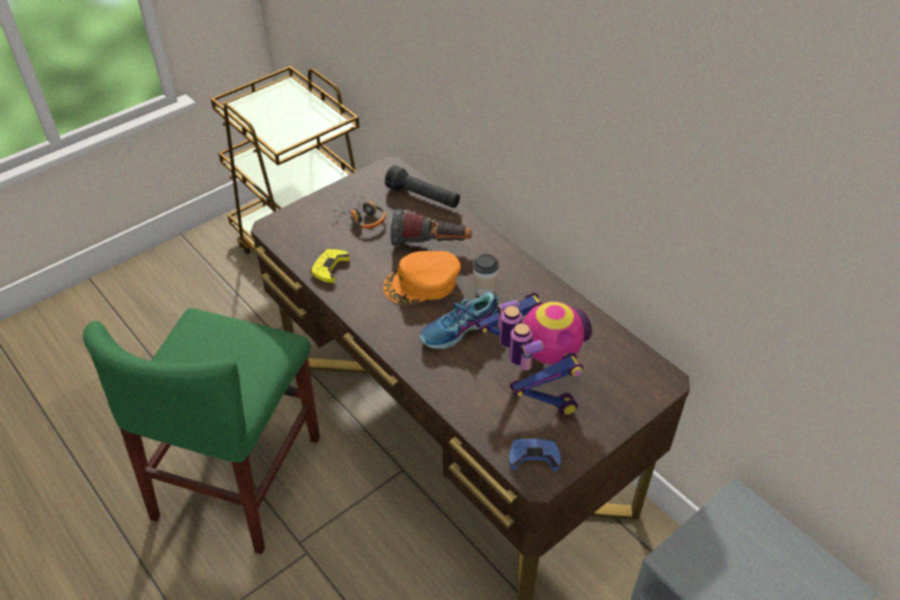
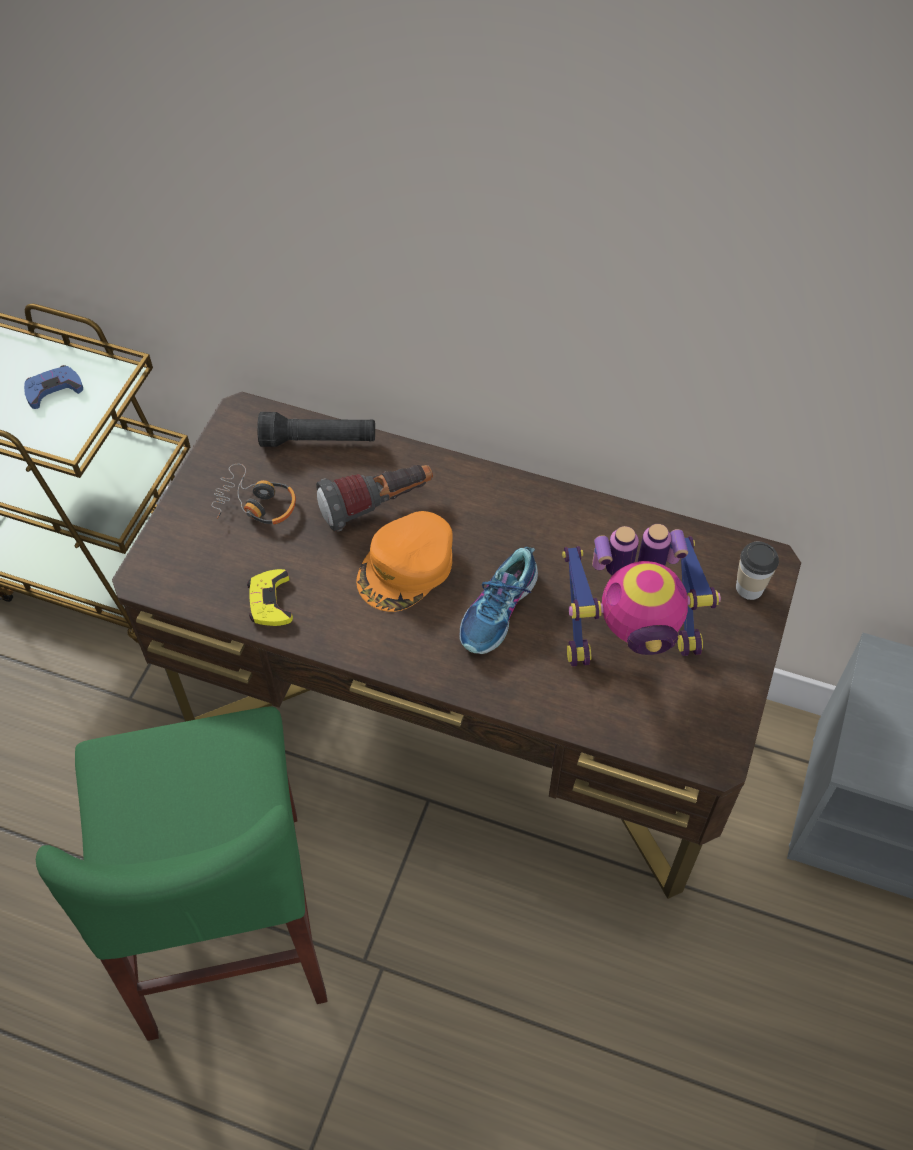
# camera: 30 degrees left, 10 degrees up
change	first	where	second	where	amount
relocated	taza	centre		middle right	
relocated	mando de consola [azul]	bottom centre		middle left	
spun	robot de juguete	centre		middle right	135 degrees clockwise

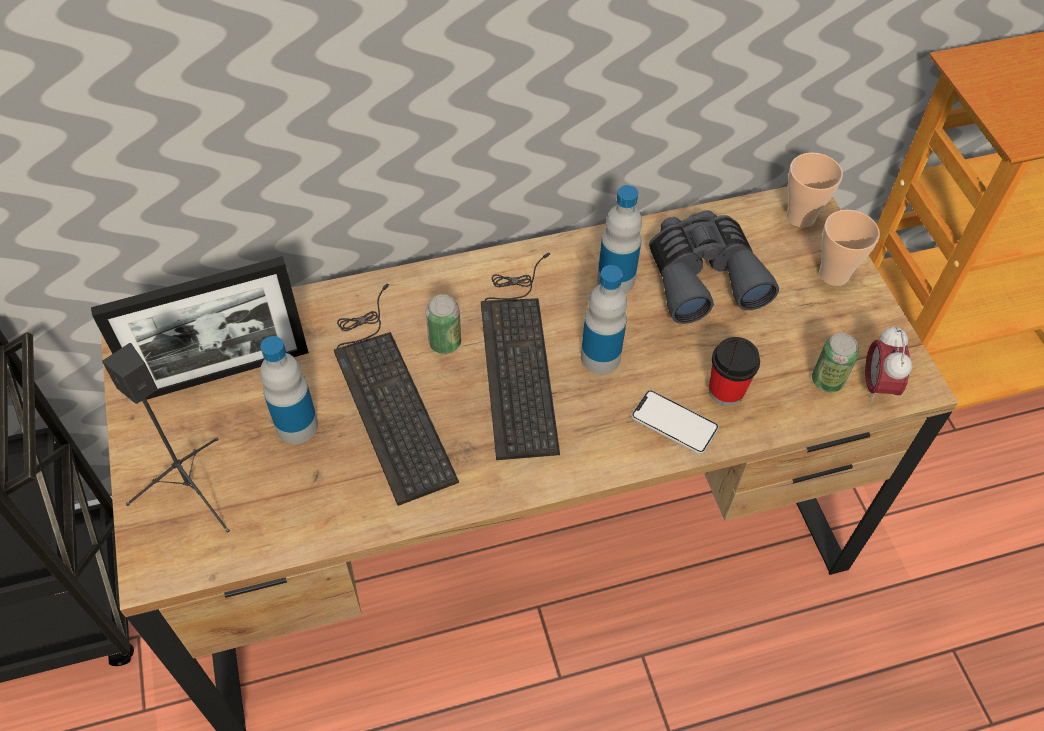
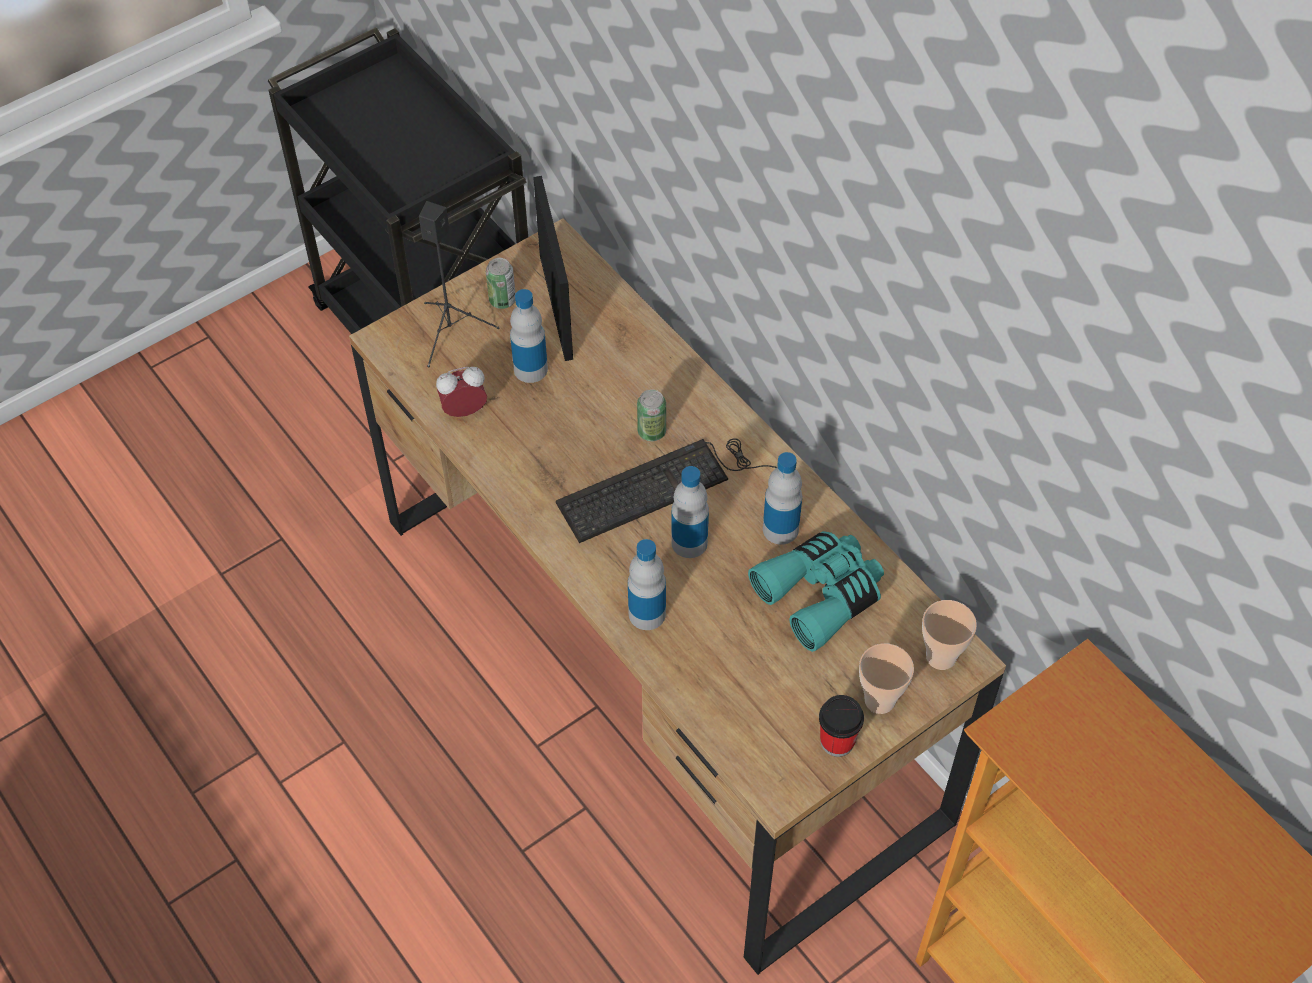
# camera: 70 degrees right, 0 degrees up
change	first	where	second	where	amount
missing	teclado (no. 1 from left)	centre			
relocated	taza (no. 1 from left)	middle right		bottom centre	
relocated	lata (no. 2 from left in the first image)	middle right	lata (no. 1 from left)	top centre	
relocated	despertador	middle right		centre	
exchanged	móvil	centre	botella (no. 2 from left)	centre	
colour	prismáticos [gris]	middle right	prismáticos [turquesa]	centre	
spun	portarretratos	middle left		top centre	150 degrees counterclockwise

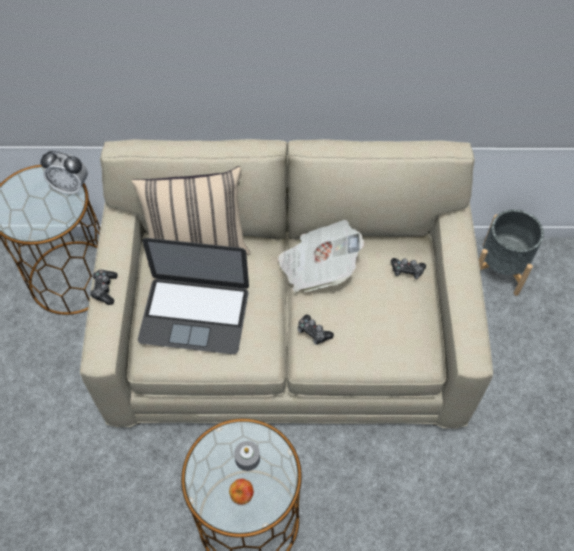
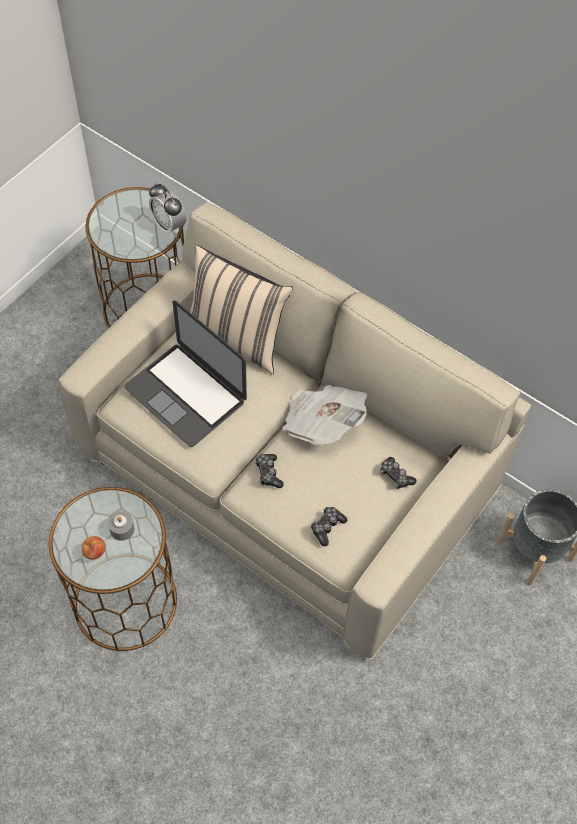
# camera: 35 degrees right, 0 degrees up
change	first	where	second	where	amount
relocated	mando de consola (no. 1 from left in the first image)	middle left	mando de consola (no. 2 from left)	centre	

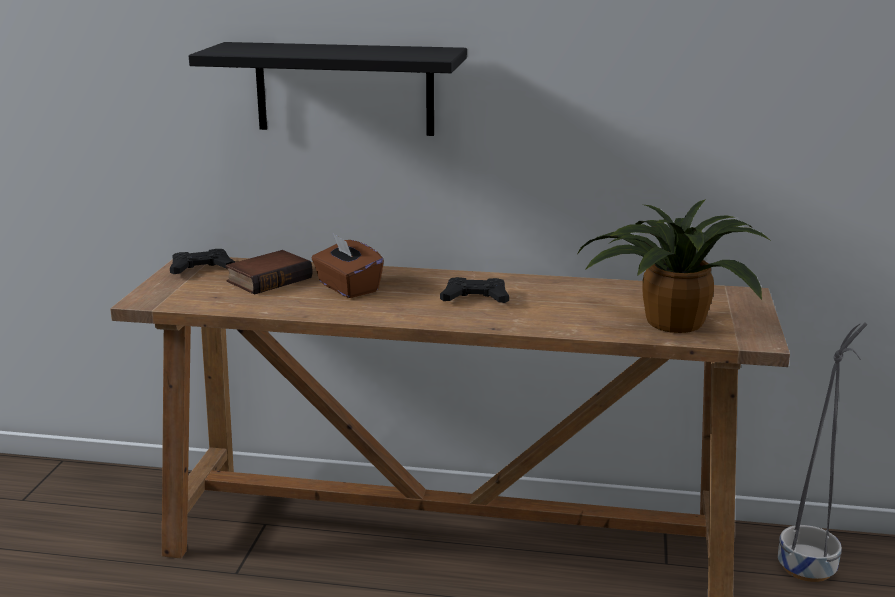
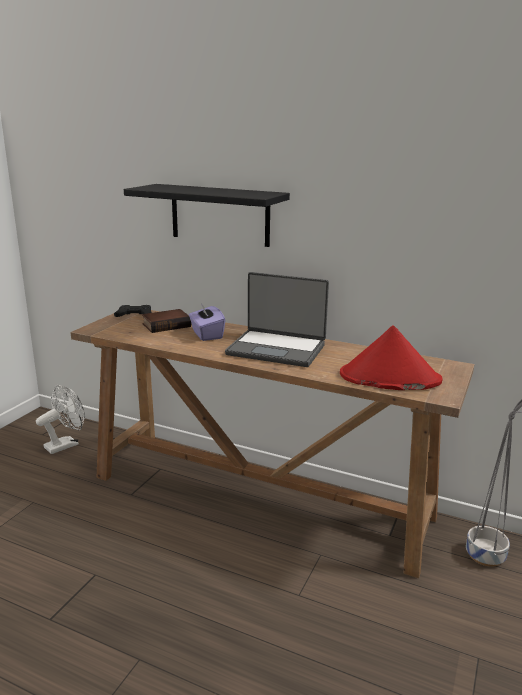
# camera: 15 degrees right, 0 degrees up
change	first	where	second	where	amount
appeared			ventilador [blanco]	middle left	
exchanged	mando de consola [negro] (no. 2 from left)	centre	portátil	centre	
exchanged	planta en maceta	middle right	sombrero [rojo]	middle right	
colour	caja de pañuelos [marrón]	centre	caja de pañuelos [morado]	centre	

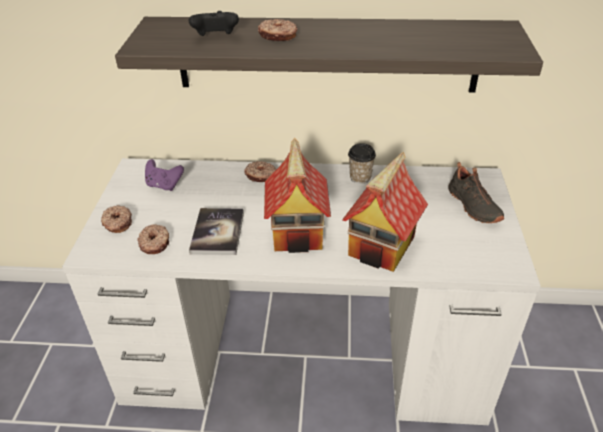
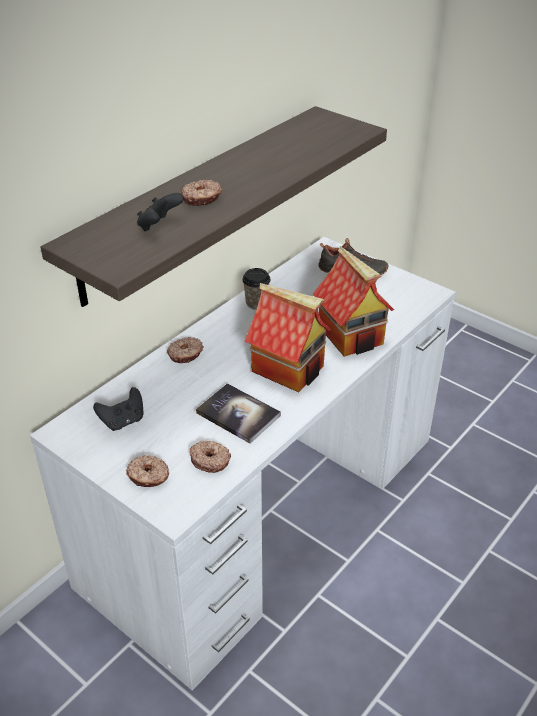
# camera: 55 degrees left, 0 degrees up
change	first	where	second	where	amount
colour	mando de consola [morado]	middle left	mando de consola [negro] (no. 1 from left)	middle left	

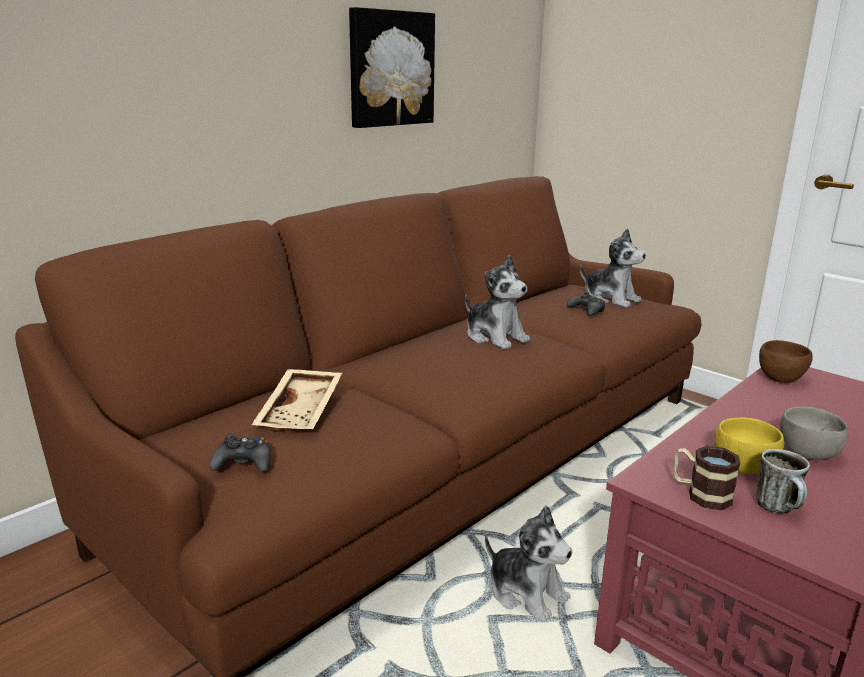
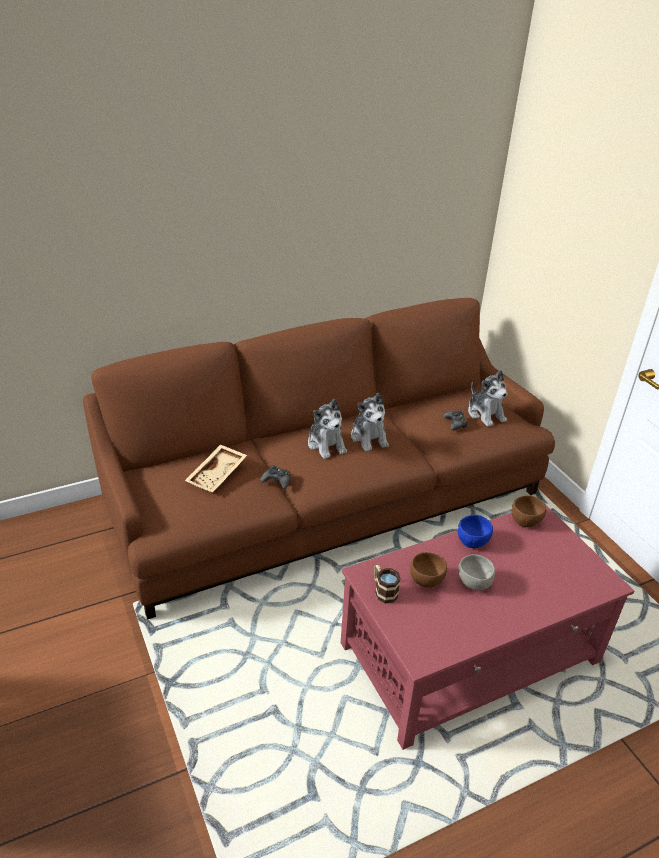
# camera: 20 degrees right, 15 degrees up
change	first	where	second	where	amount
missing	cuadro	top centre			
missing	taza grande (no. 2 from left)	bottom right			
appeared			cuenco [azul]	middle right	
relocated	mando de consola [negro] (no. 1 from left)	bottom left		centre	
relocated	peluche (no. 2 from left in the first image)	bottom centre	peluche (no. 1 from left)	centre	
colour	cuenco [amarillo]	middle right	cuenco [marrón] (no. 1 from left)	centre	

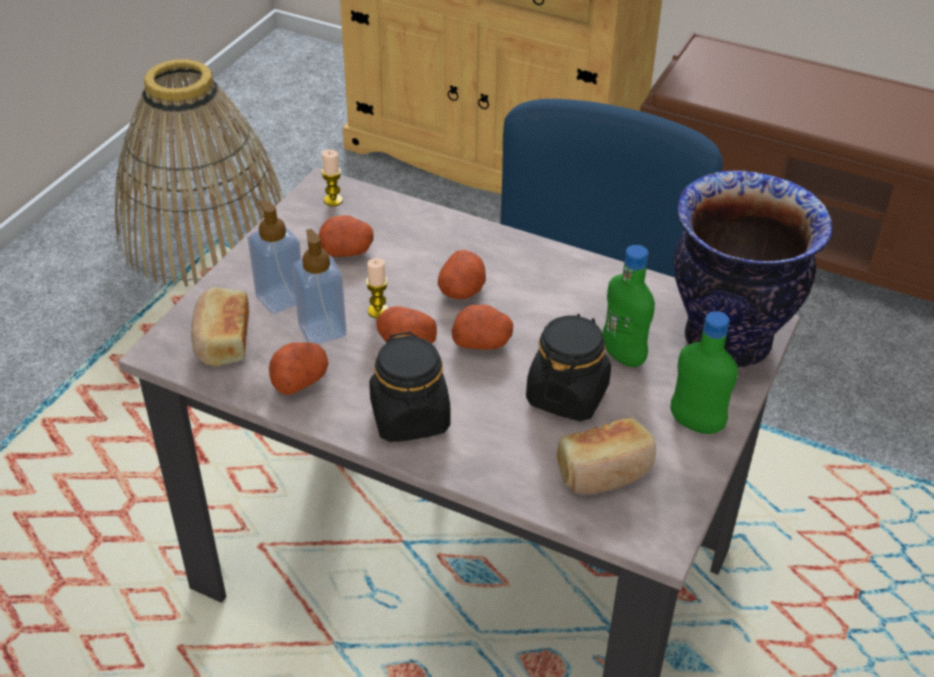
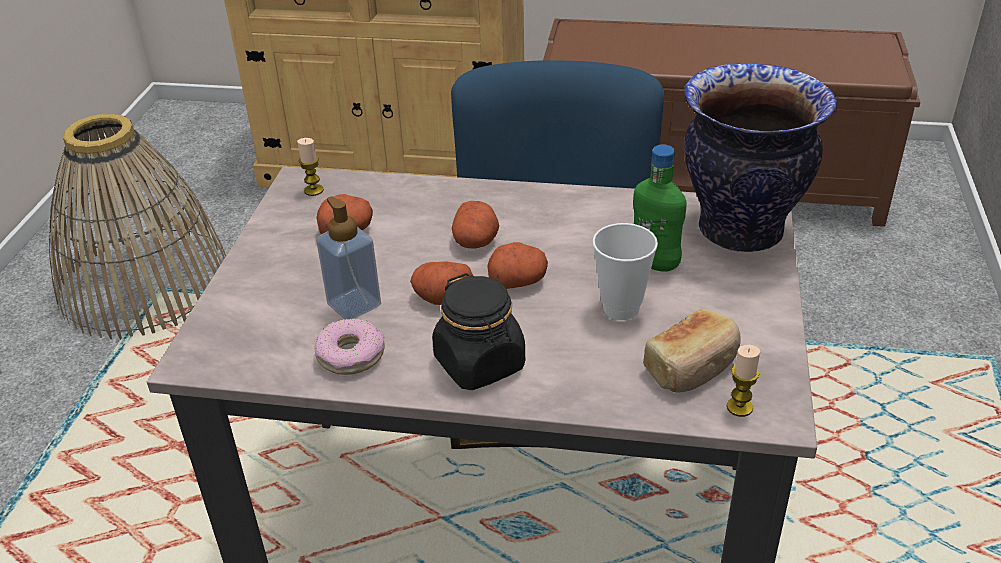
# camera: 15 degrees left, 5 degrees down
change	first	where	second	where	amount
missing	pan (no. 1 from left)	middle left			
missing	dispensador de jabón (no. 1 from left)	middle left			
missing	botella [verde] (no. 2 from left)	middle right			
relocated	vela (no. 2 from left)	centre		bottom right	
exchanged	patata (no. 1 from left)	middle left	rosquilla	centre	
exchanged	tarro [negro] (no. 2 from left)	centre	taza	centre	

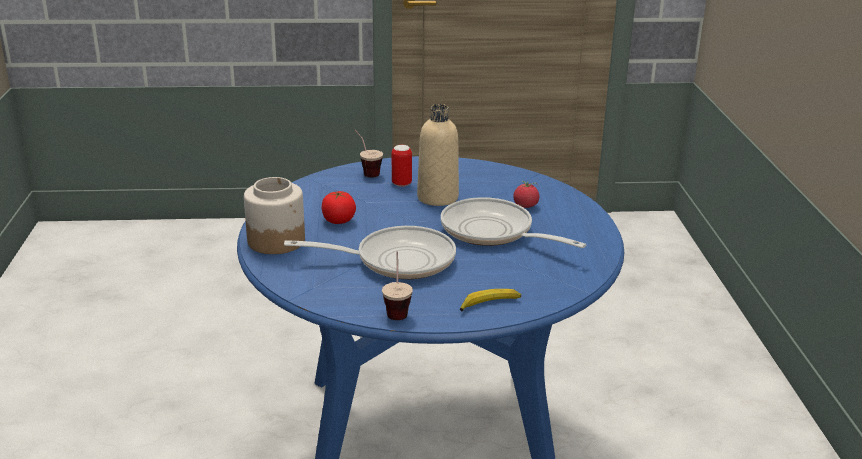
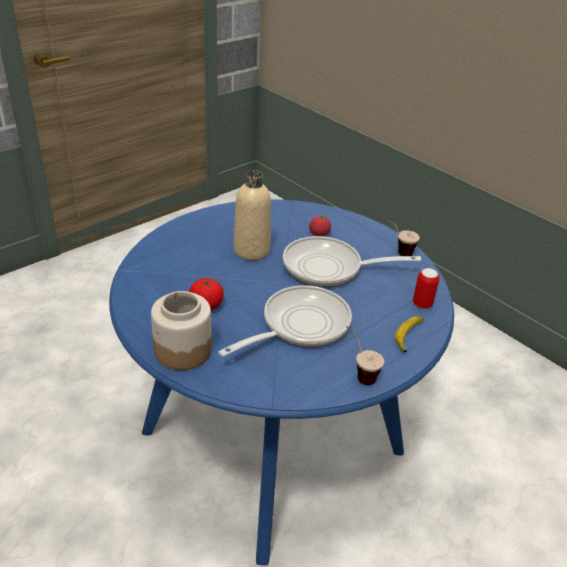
# camera: 40 degrees left, 10 degrees up
change	first	where	second	where	amount
relocated	taza (no. 1 from left in the first image)	centre	taza (no. 2 from left)	middle right	
relocated	lata	centre		middle right	

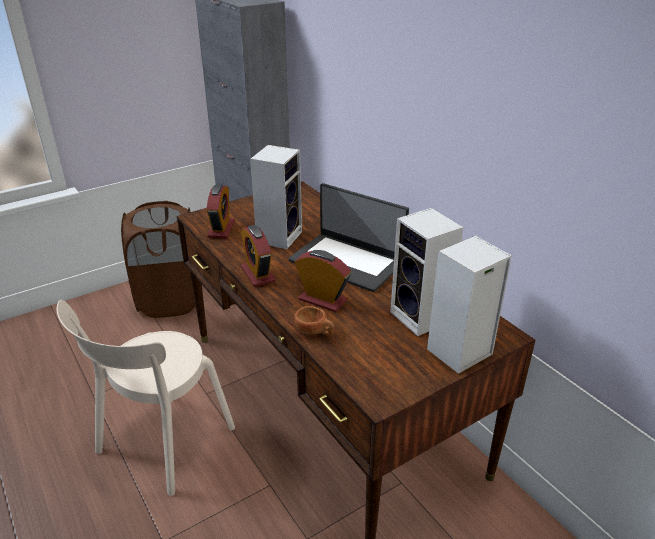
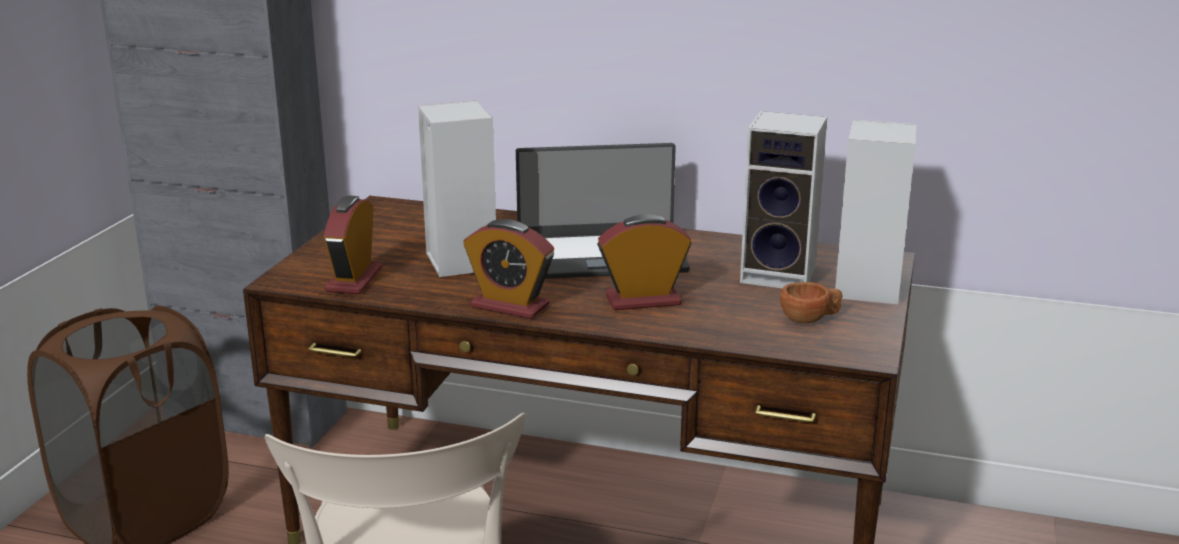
# camera: 40 degrees left, 10 degrees down
change	first	where	second	where	amount
relocated	taza [marrón]	centre		middle right	
spun	despertador (no. 1 from left)	centre		middle left	135 degrees counterclockwise

